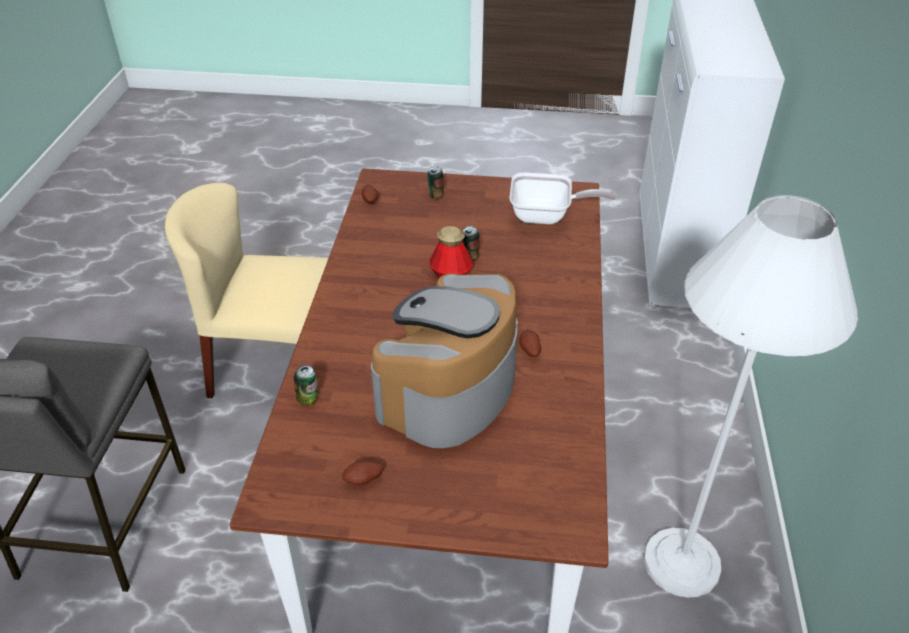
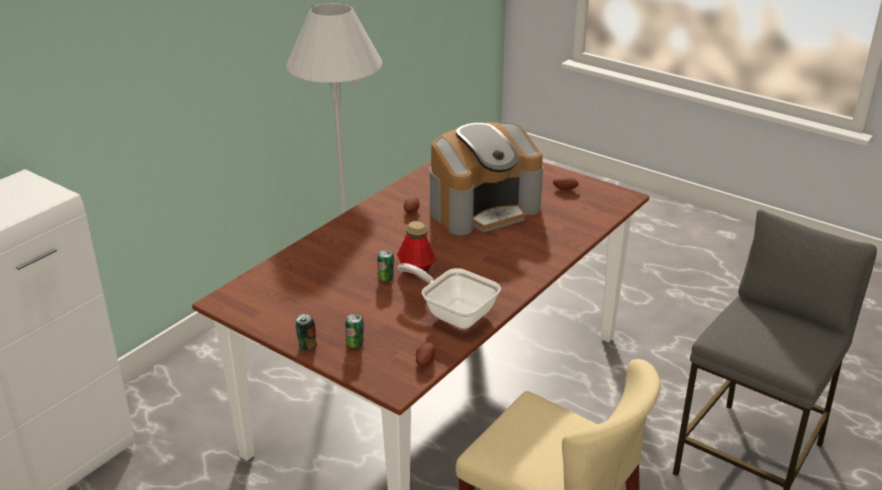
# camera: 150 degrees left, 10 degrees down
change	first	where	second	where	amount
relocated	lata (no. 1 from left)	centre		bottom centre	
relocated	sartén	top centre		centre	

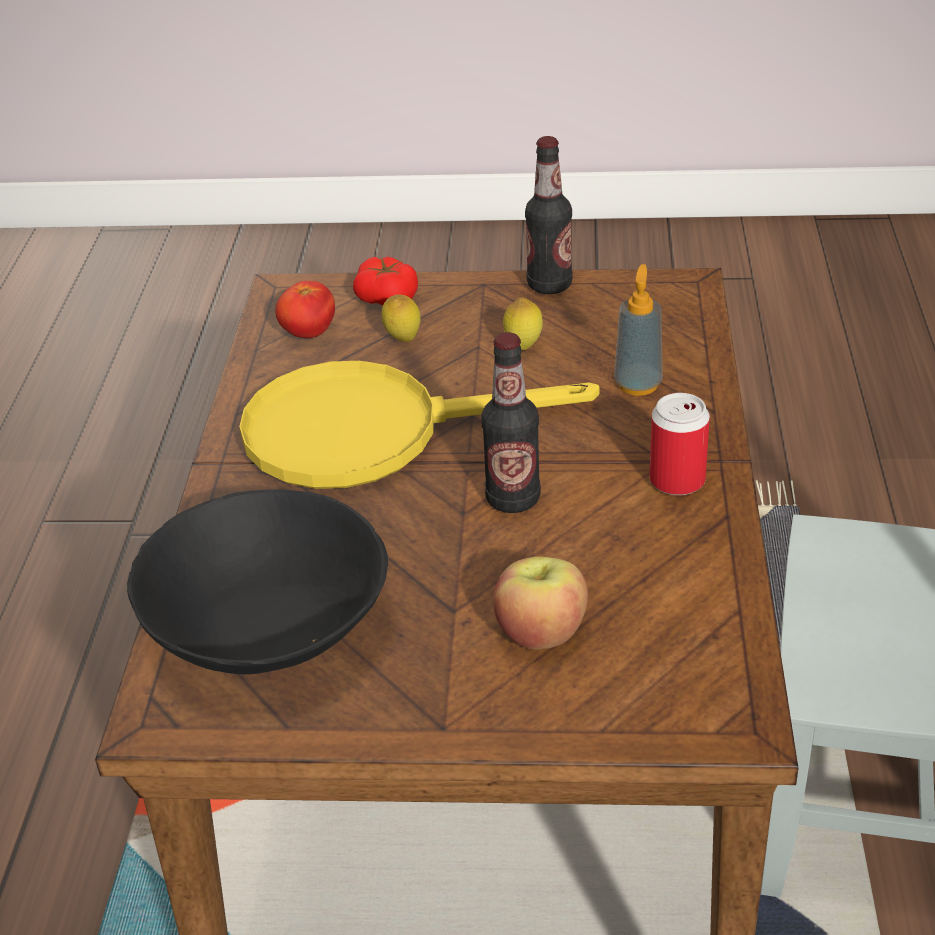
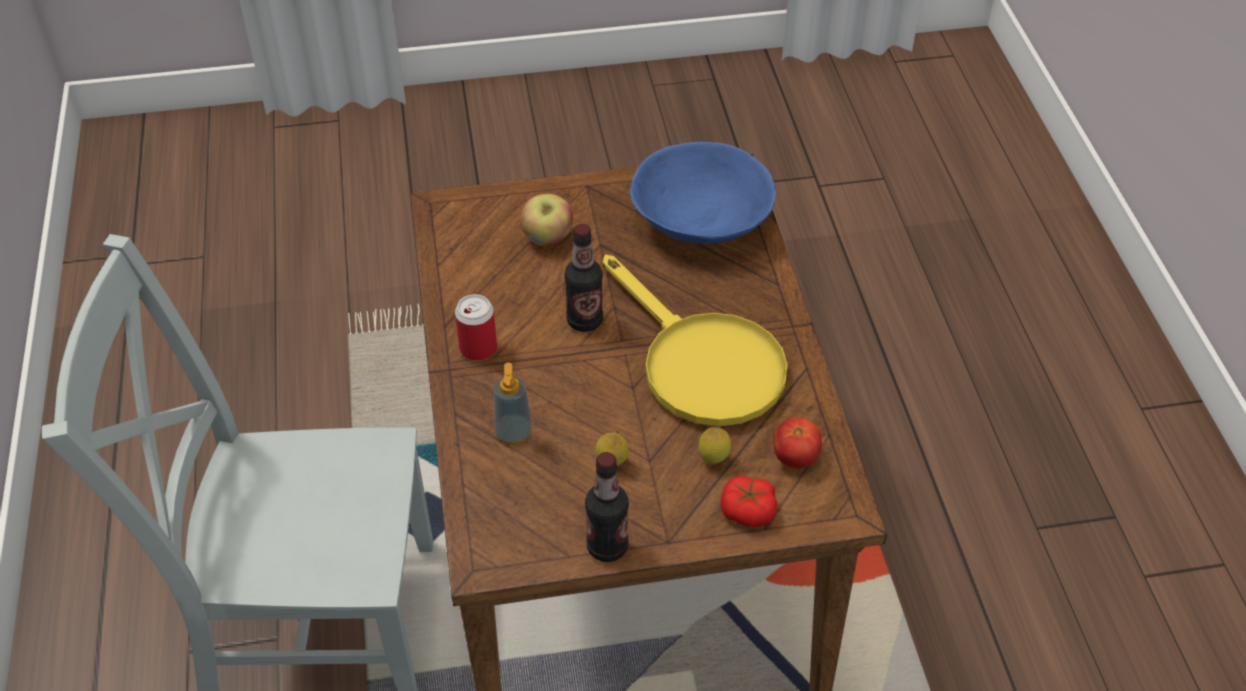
# camera: 165 degrees right, 10 degrees up
change	first	where	second	where	amount
colour	cuenco [negro]	middle left	cuenco [azul]	top centre	
spun	sartén [amarillo]	centre		centre	75 degrees clockwise

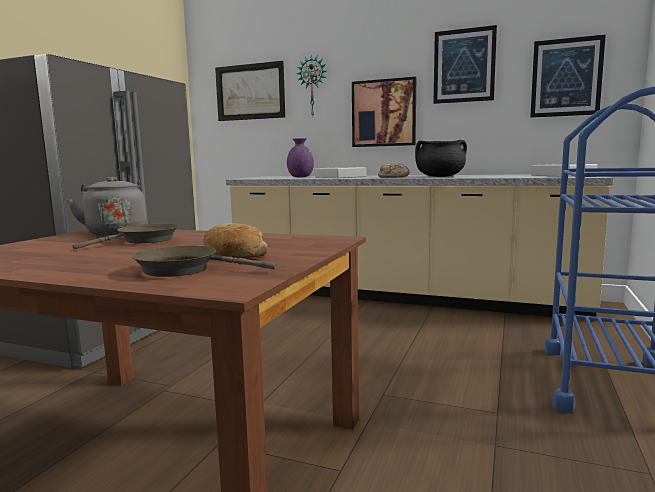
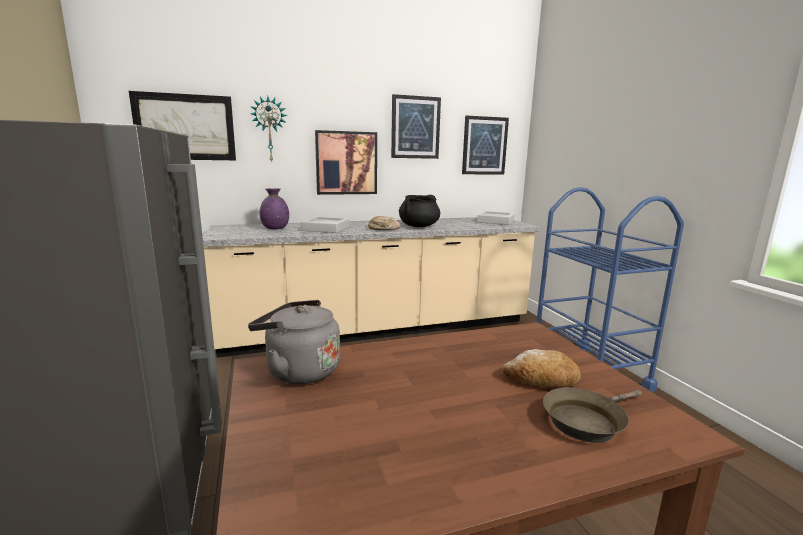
# camera: 40 degrees left, 5 degrees up
change	first	where	second	where	amount
missing	sartén [marrón] (no. 1 from left)	middle left			

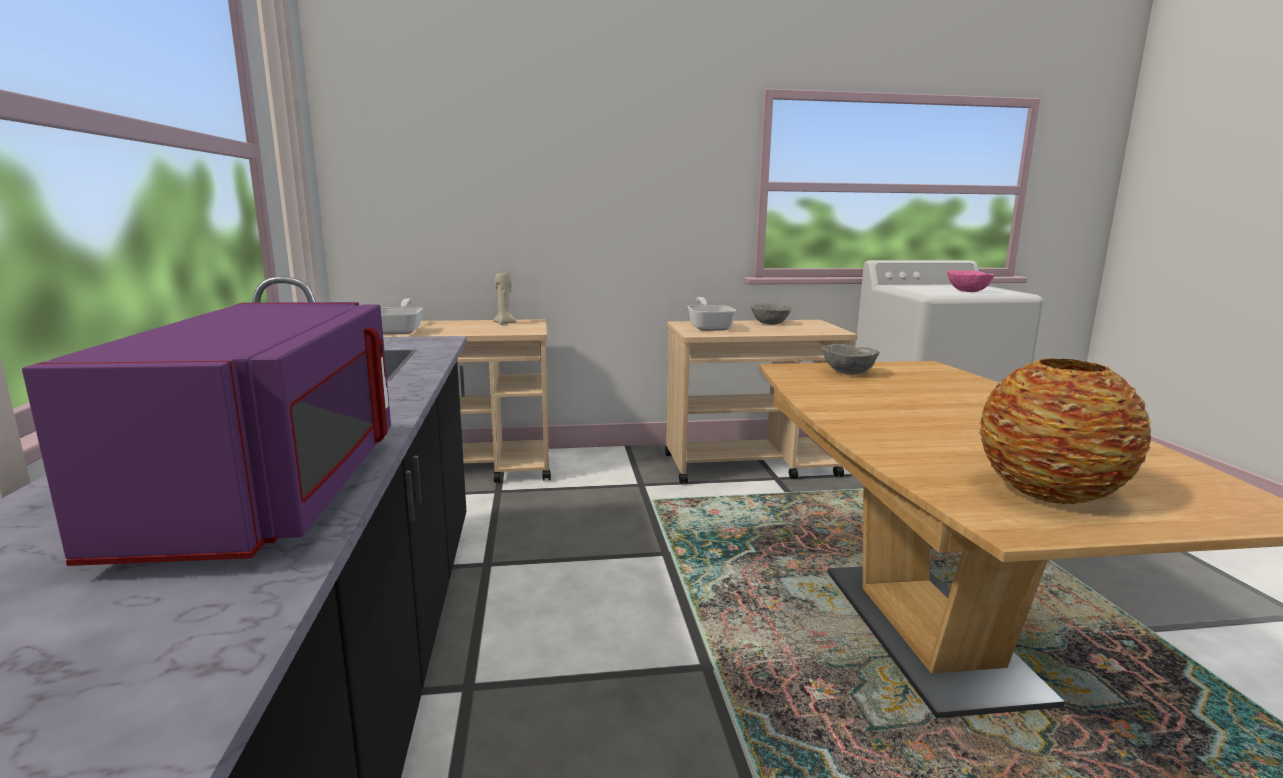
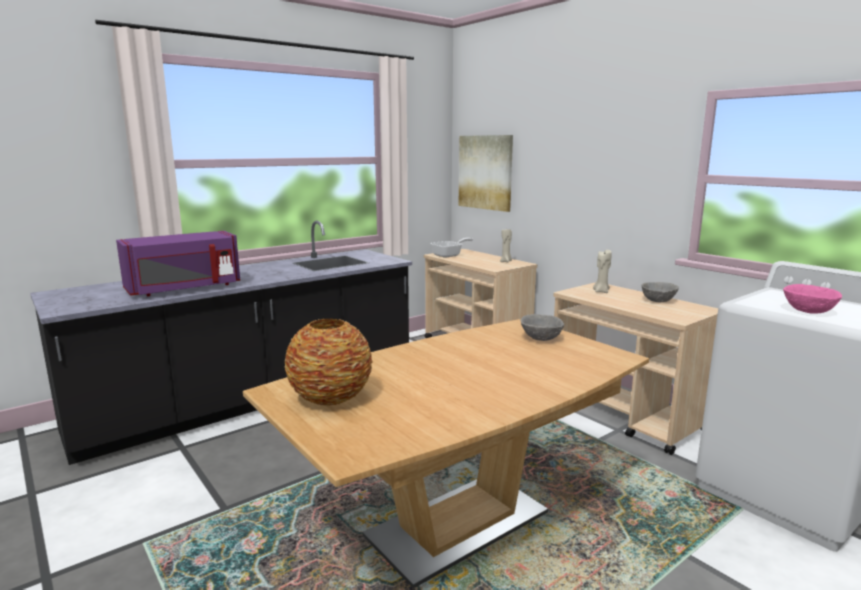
# camera: 60 degrees right, 0 degrees up
change	first	where	second	where	amount
appeared			cuadro	top centre	
exchanged	sartén (no. 2 from left)	centre	vela [beis] (no. 2 from left)	middle right	

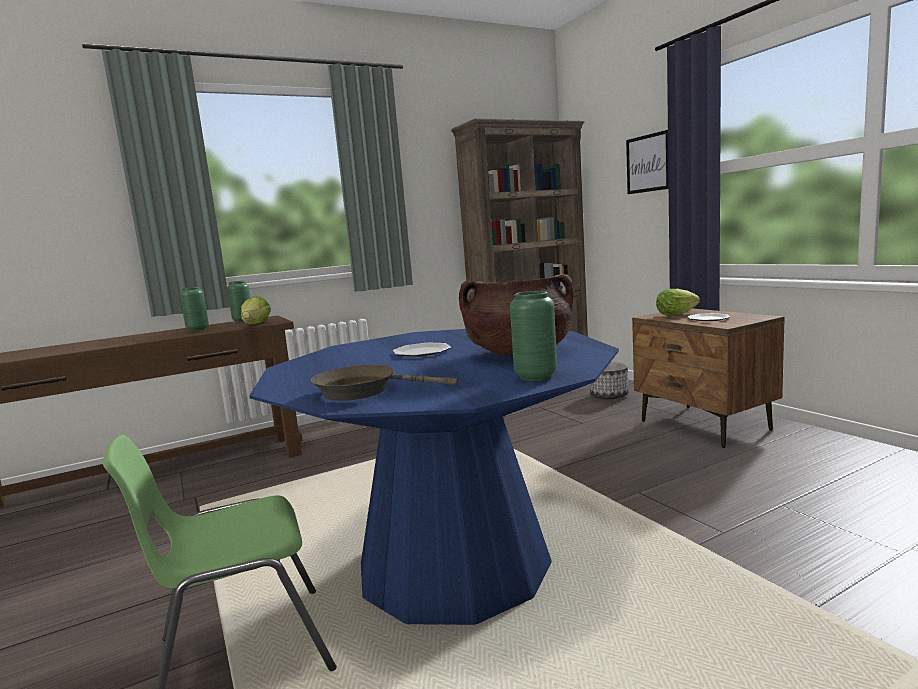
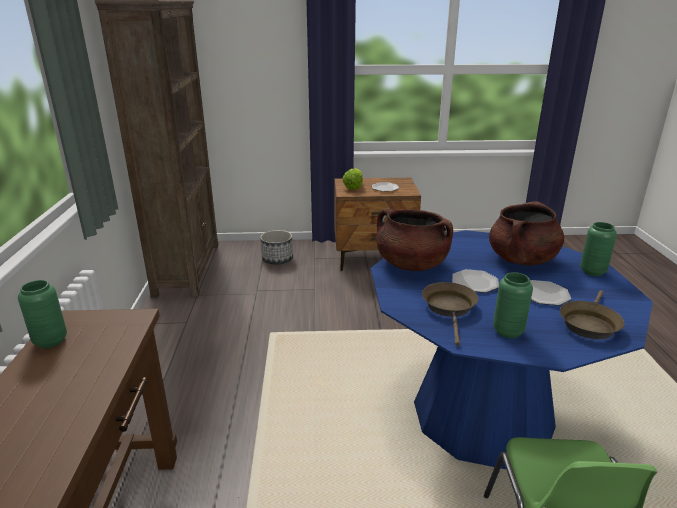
# camera: 65 degrees left, 15 degrees up
change	first	where	second	where	amount
missing	lechuga (no. 1 from left)	middle left			
missing	cuadro	top right			
appeared			olla [marrón] (no. 1 from left)	centre	
appeared			sartén [marrón] (no. 1 from left)	centre	
appeared			plato (no. 3 from left)	middle right	
relocated	florero [verde] (no. 1 from left in the first image)	middle left	florero [verde] (no. 2 from left)	middle right	

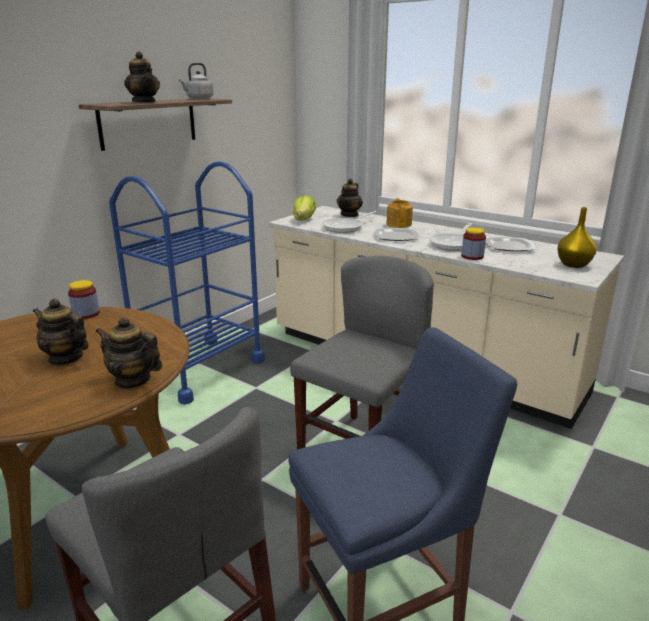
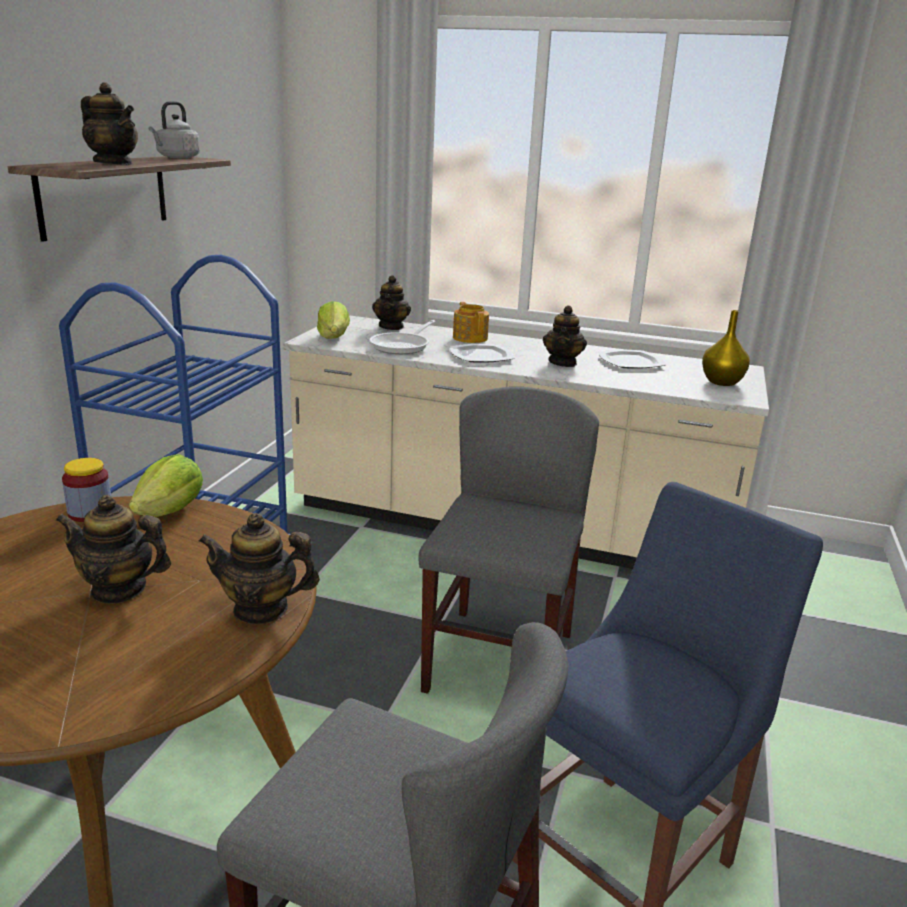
# camera: 20 degrees left, 0 degrees up
change	first	where	second	where	amount
missing	tarro (no. 2 from left)	middle right			
appeared			lechuga (no. 1 from left)	middle left	
exchanged	sartén (no. 2 from left)	middle right	tetera (no. 6 from left)	centre	

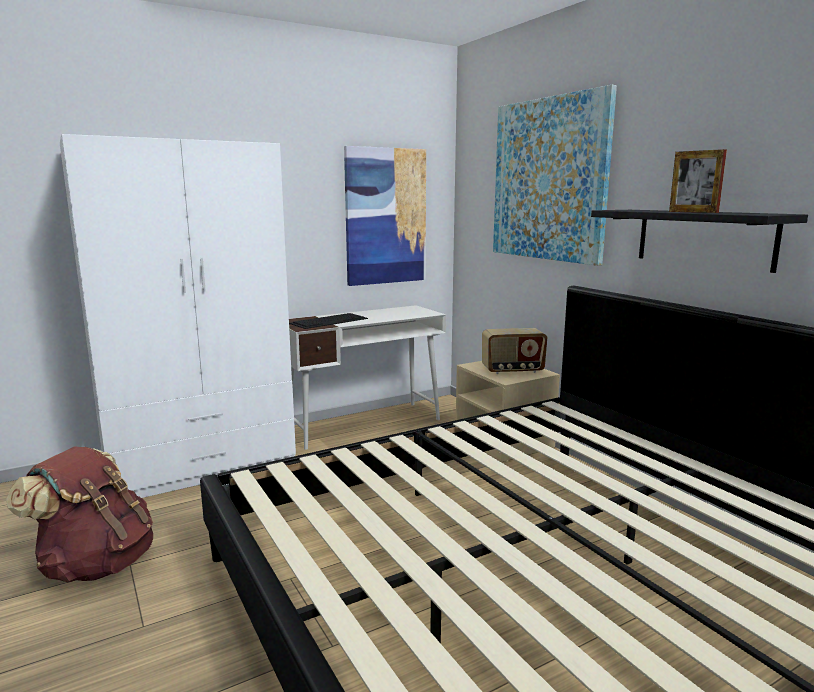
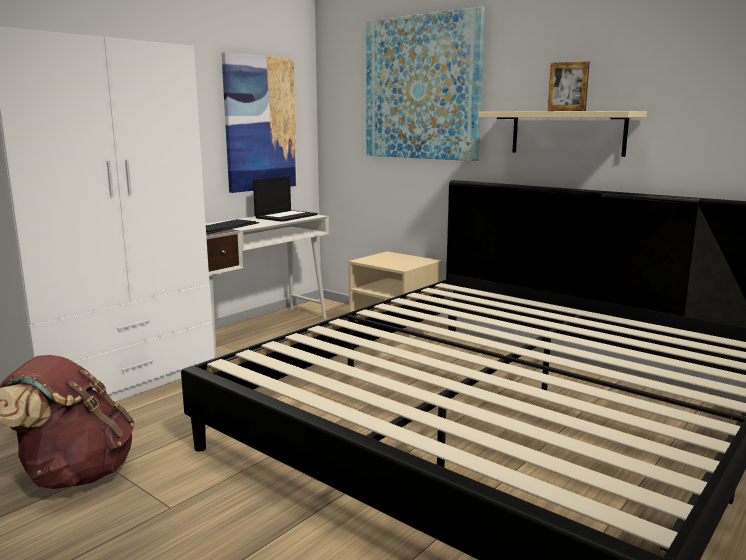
# camera: 20 degrees left, 0 degrees up
change	first	where	second	where	amount
missing	radio	centre			
appeared			portátil	centre	
colour	estante [negro]	middle right	estante [beis]	top right	

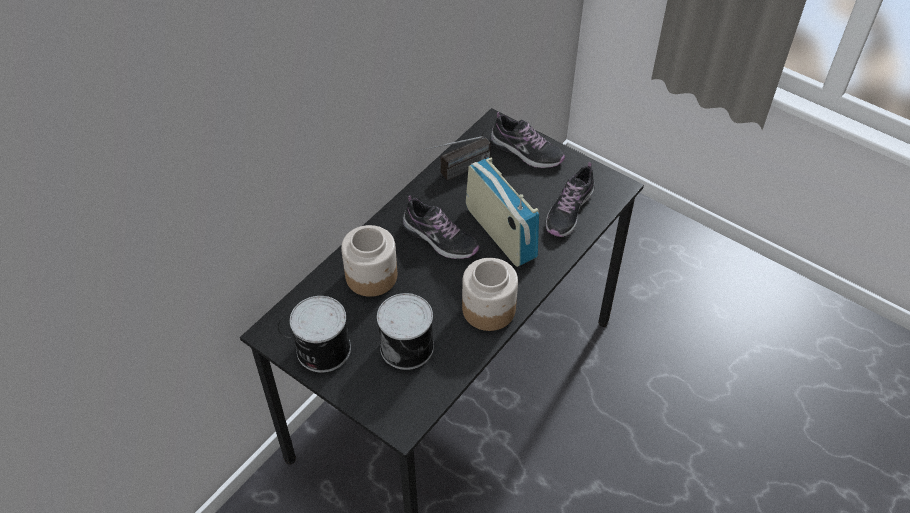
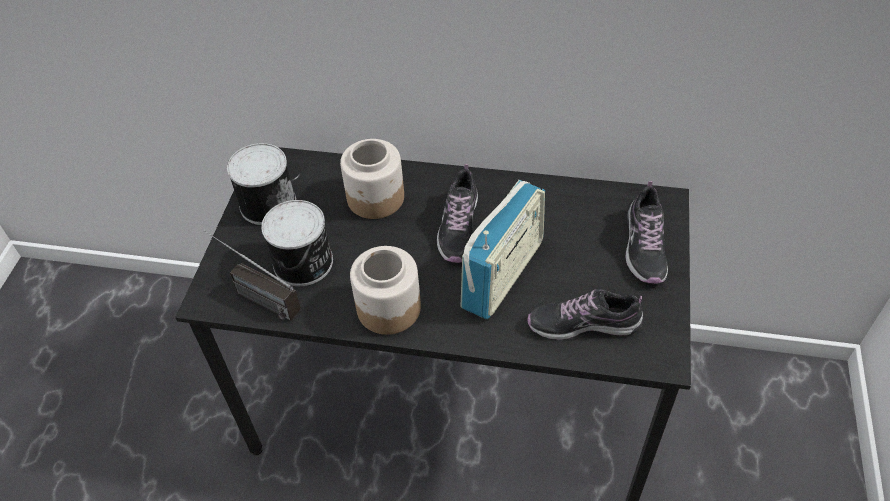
# camera: 65 degrees right, 0 degrees up
change	first	where	second	where	amount
relocated	radio (no. 1 from left)	top centre		middle left	

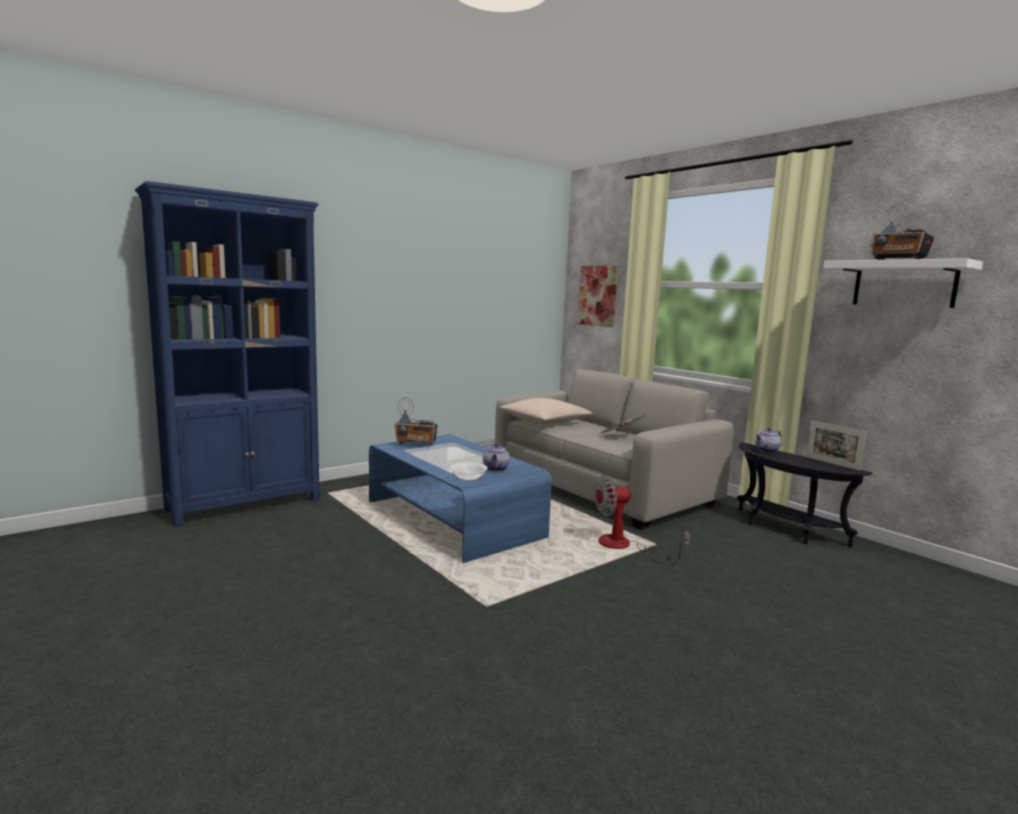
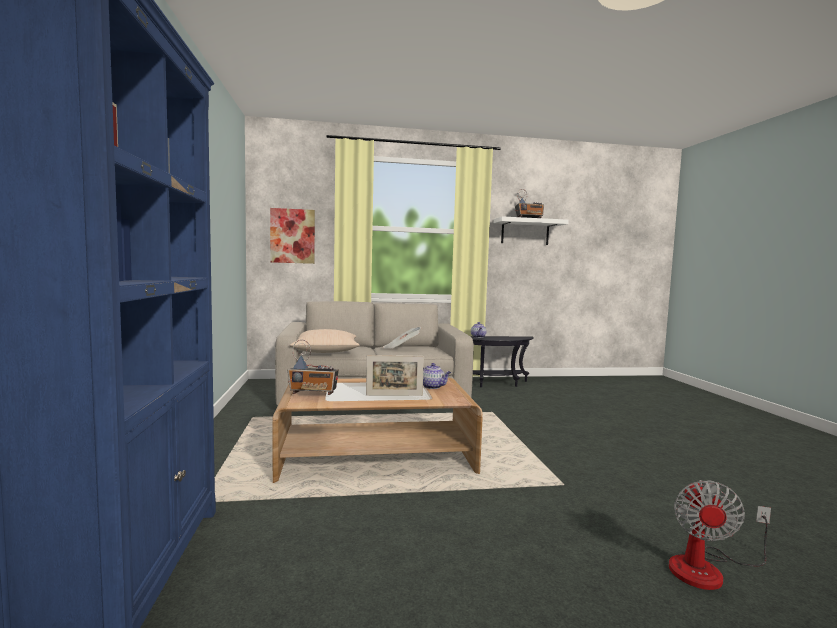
# camera: 60 degrees left, 5 degrees down
change	first	where	second	where	amount
missing	cuenco	centre			
relocated	ventilador	centre		bottom right	
relocated	portarretratos	middle right		centre	
colour	mesa de centro [azul]	centre	mesa de centro [marrón]	bottom centre	
spun	radio (no. 1 from left)	centre		centre	60 degrees clockwise

